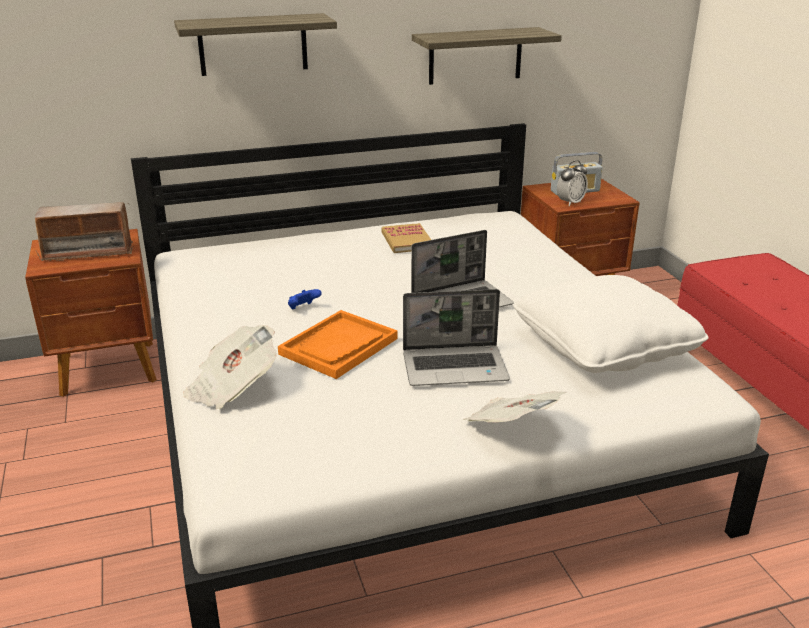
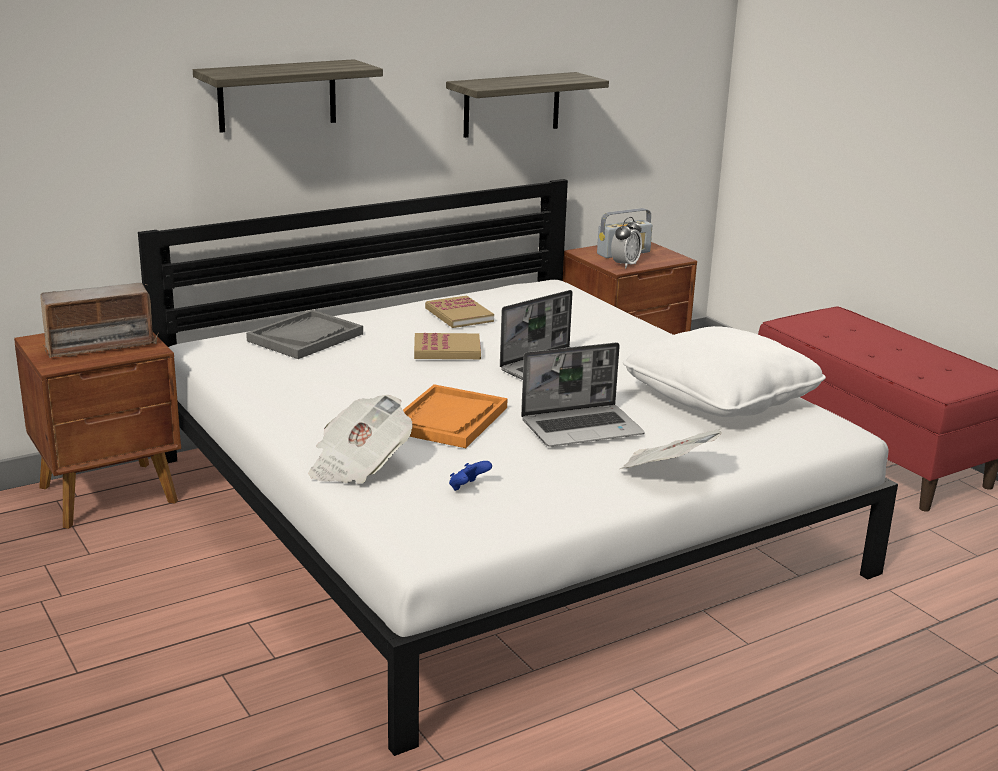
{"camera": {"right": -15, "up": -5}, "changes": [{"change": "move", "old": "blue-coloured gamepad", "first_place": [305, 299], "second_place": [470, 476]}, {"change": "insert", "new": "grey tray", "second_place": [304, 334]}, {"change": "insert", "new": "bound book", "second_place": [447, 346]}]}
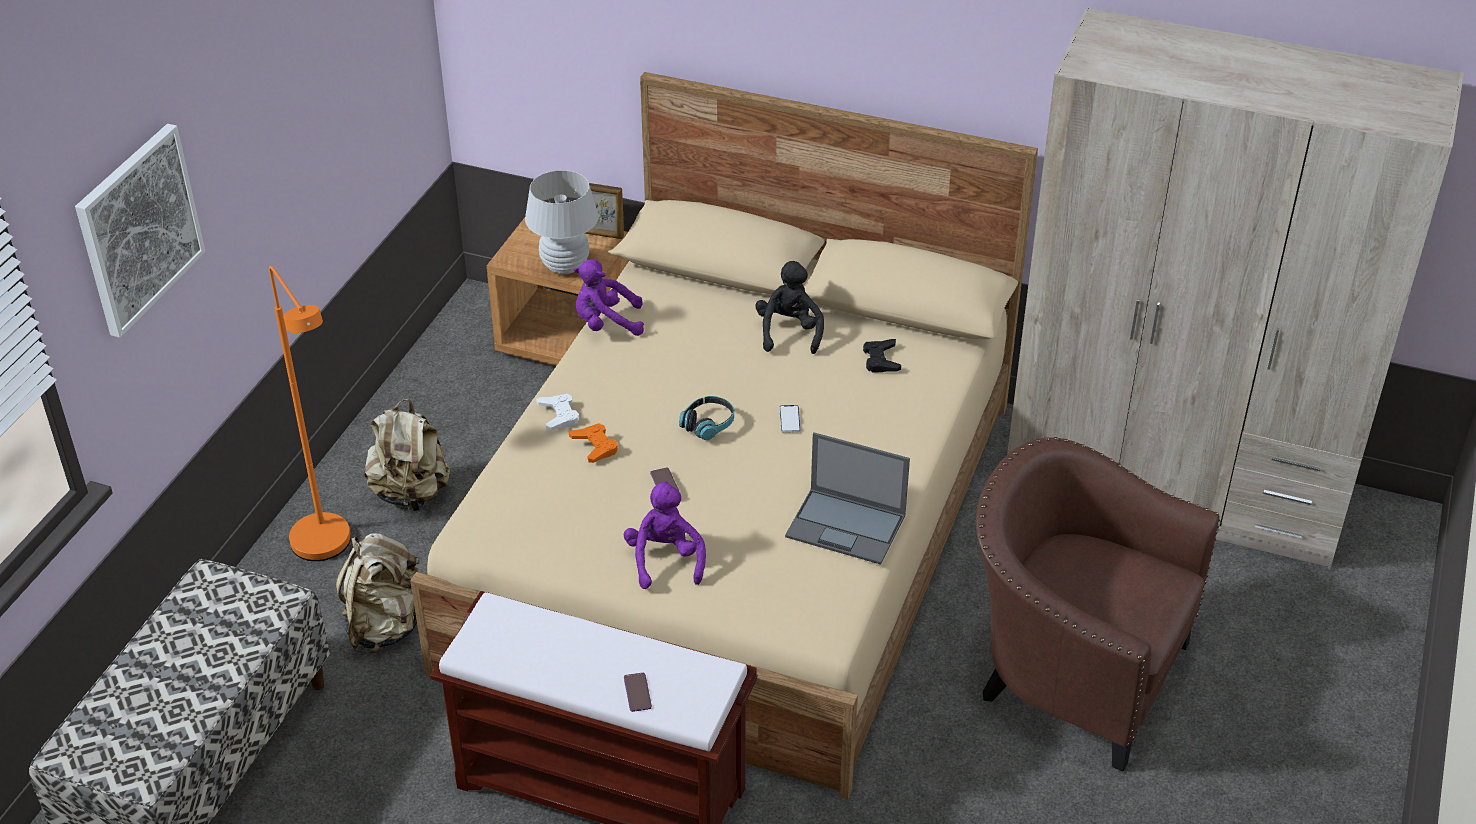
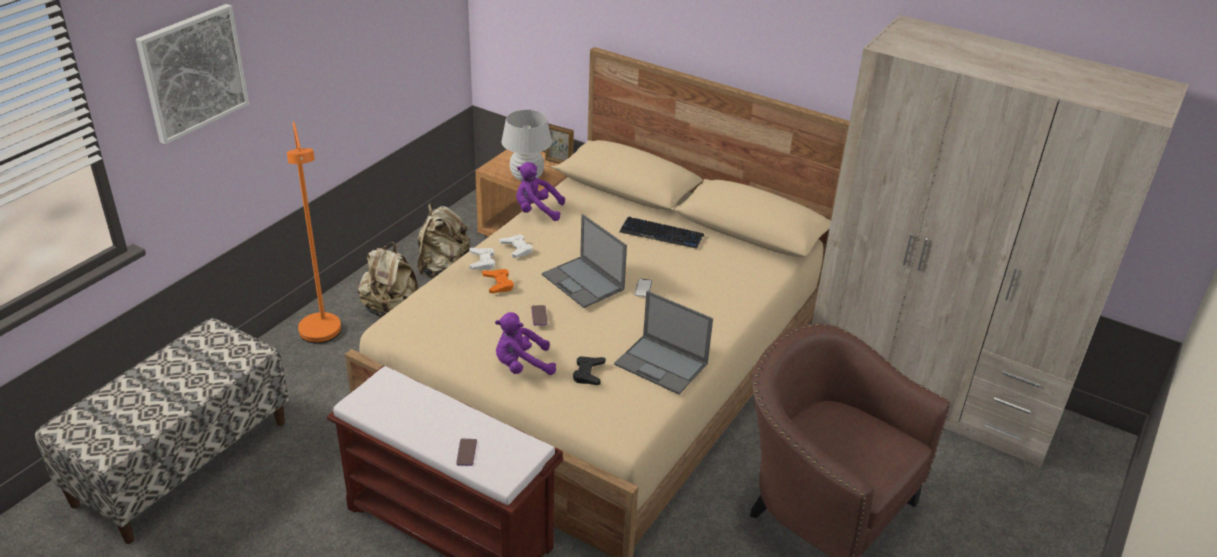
{"camera": {"right": 10, "up": -5}, "changes": [{"change": "move", "old": "beige-coloured backpack", "first_place": [378, 593], "second_place": [444, 241]}, {"change": "rotate", "old": "purplish plush toy", "first_place": [665, 535], "second_place": [525, 343], "degrees": -105}, {"change": "replace", "old": "pair of headphones", "new": "portable computer", "first_place": [706, 418], "second_place": [584, 261]}, {"change": "replace", "old": "blackish plush toy", "new": "PC keyboard", "first_place": [789, 307], "second_place": [662, 233]}, {"change": "move", "old": "blackish gamepad", "first_place": [882, 355], "second_place": [589, 370]}, {"change": "insert", "new": "whitish gamepad", "second_place": [515, 246]}]}
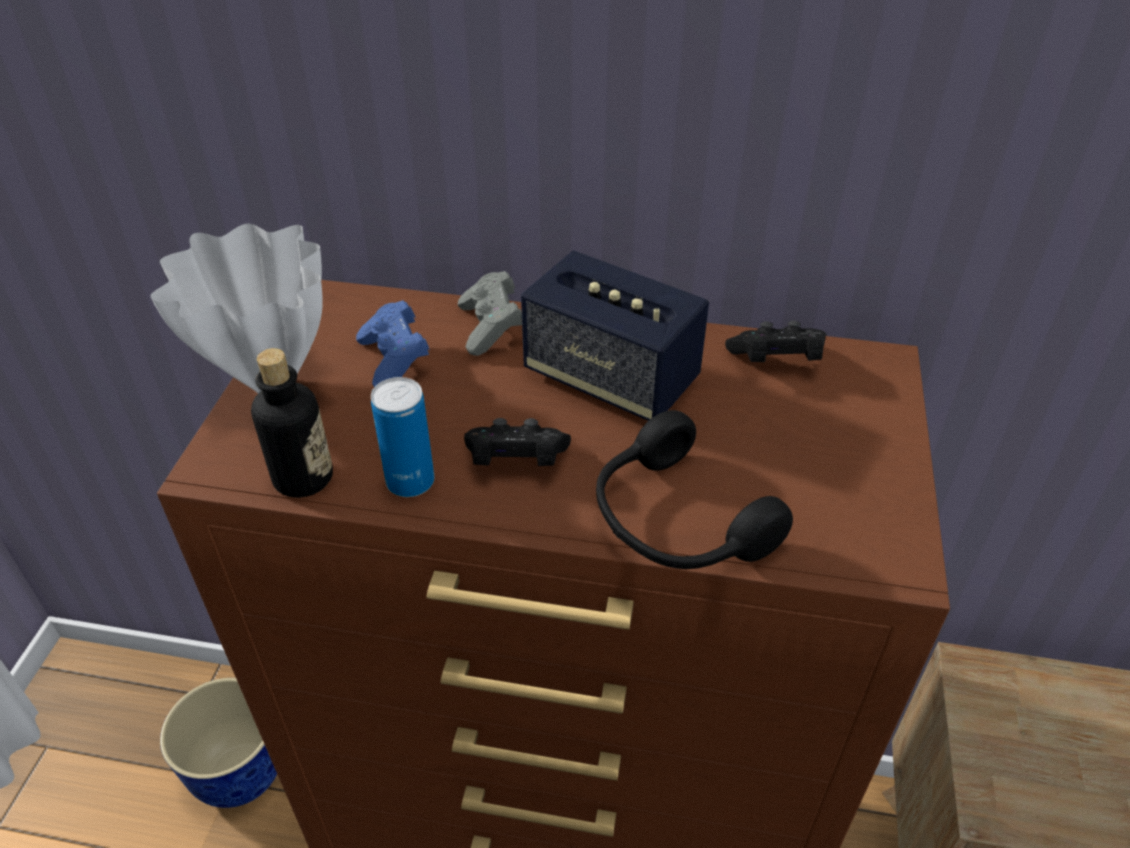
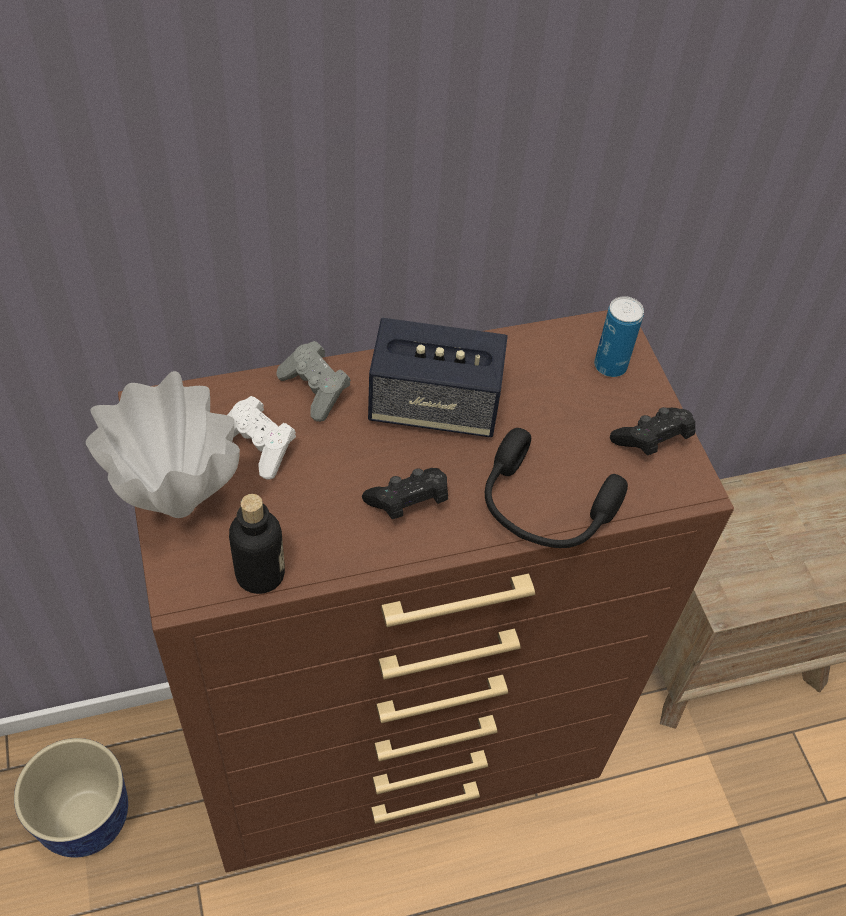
{"camera": {"right": -30, "up": 10}, "changes": [{"change": "recolor", "old": "blue-coloured gamepad", "new": "whitish gamepad", "first_place": [393, 344], "second_place": [262, 437]}, {"change": "move", "old": "sealed can", "first_place": [402, 437], "second_place": [619, 336]}, {"change": "move", "old": "blackish gamepad", "first_place": [776, 341], "second_place": [652, 431]}]}
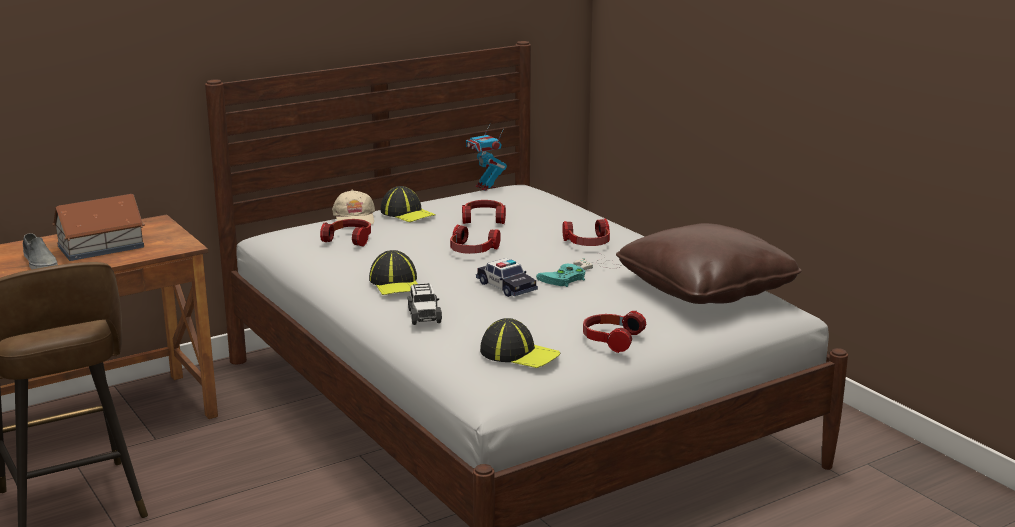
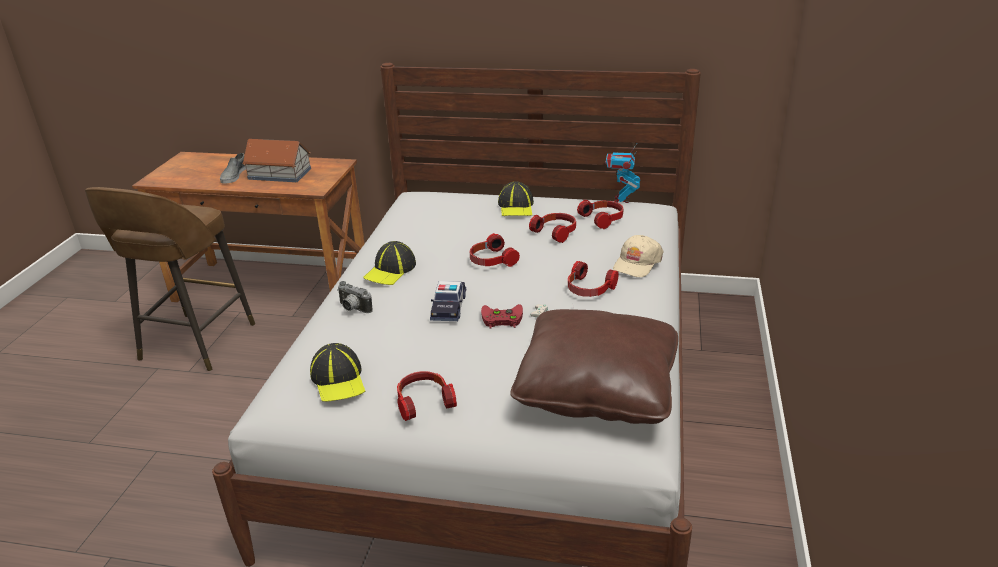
{"camera": {"right": 45, "up": 10}, "changes": [{"change": "move", "old": "pair of headphones", "first_place": [345, 233], "second_place": [600, 214]}, {"change": "move", "old": "beige-coloured cap", "first_place": [353, 207], "second_place": [638, 256]}, {"change": "replace", "old": "toy car", "new": "photo camera", "first_place": [424, 304], "second_place": [355, 297]}, {"change": "recolor", "old": "blue-green gamepad", "new": "red gamepad", "first_place": [560, 275], "second_place": [502, 316]}]}
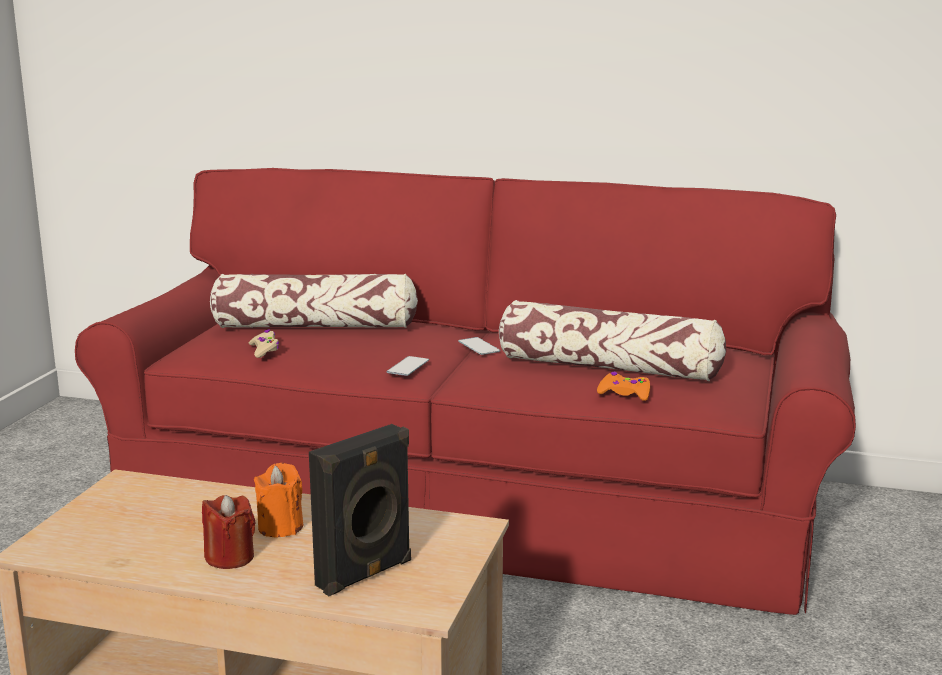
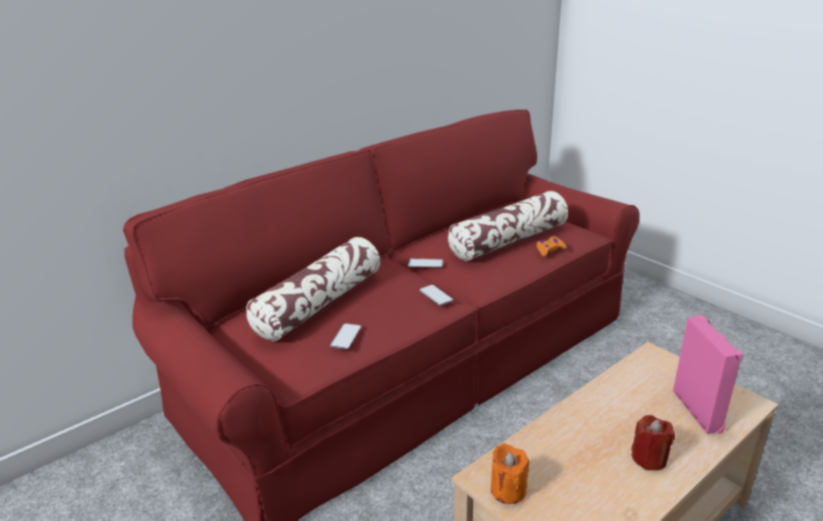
{"camera": {"right": -55, "up": 10}, "changes": [{"change": "replace", "old": "beige-coloured gamepad", "new": "phone", "first_place": [264, 344], "second_place": [345, 336]}, {"change": "move", "old": "orangey wax light", "first_place": [279, 500], "second_place": [510, 473]}, {"change": "recolor", "old": "blackish audio speaker", "new": "pinkish audio speaker", "first_place": [360, 510], "second_place": [708, 374]}]}
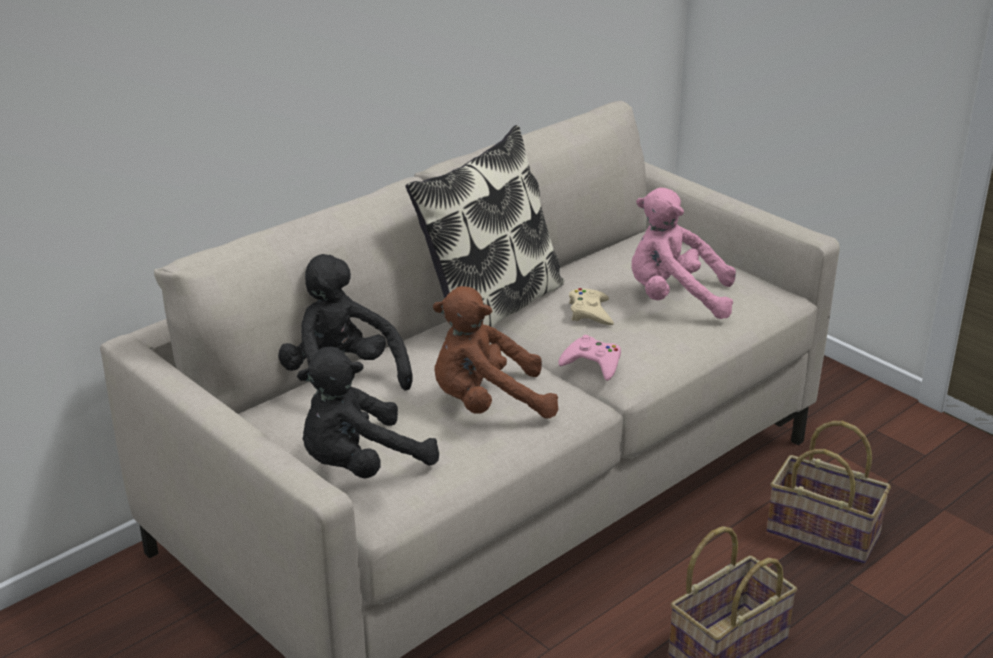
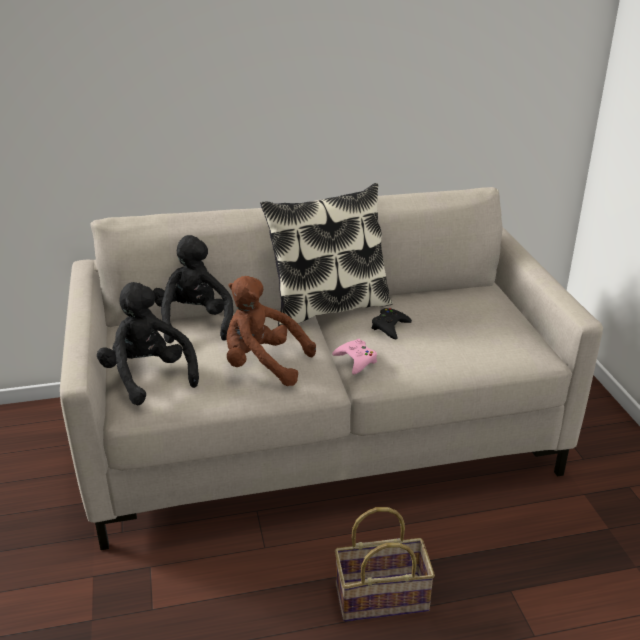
{"camera": {"right": 30, "up": 0}, "changes": [{"change": "rotate", "old": "blackish plush toy", "first_place": [368, 412], "second_place": [148, 343], "degrees": 60}, {"change": "recolor", "old": "beige-coloured gamepad", "new": "blackish gamepad", "first_place": [591, 306], "second_place": [392, 323]}, {"change": "delete", "old": "pinkish plush toy", "first_place": [684, 253]}, {"change": "delete", "old": "basket", "first_place": [829, 492]}]}
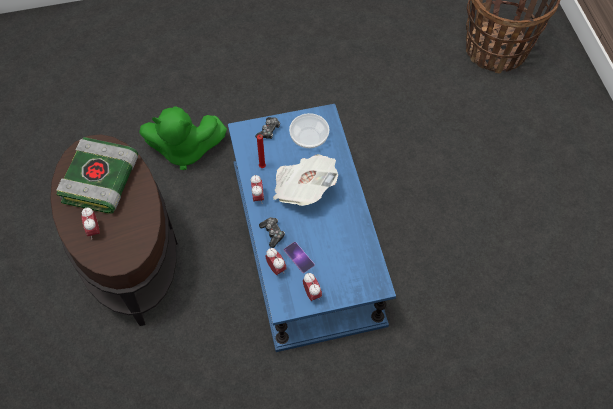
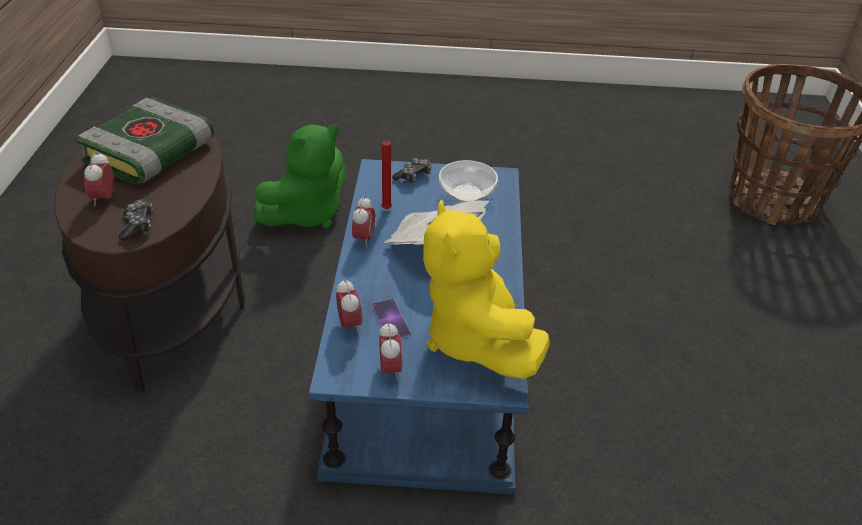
{"camera": {"right": 15, "up": -20}, "changes": [{"change": "rotate", "old": "greenish plush toy", "first_place": [183, 138], "second_place": [300, 176], "degrees": -60}, {"change": "move", "old": "gamepad", "first_place": [272, 232], "second_place": [136, 220]}, {"change": "insert", "new": "yellow plush toy", "second_place": [486, 289]}]}
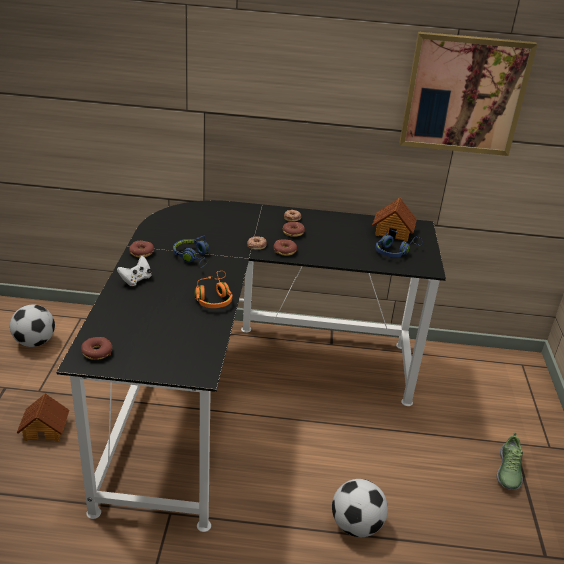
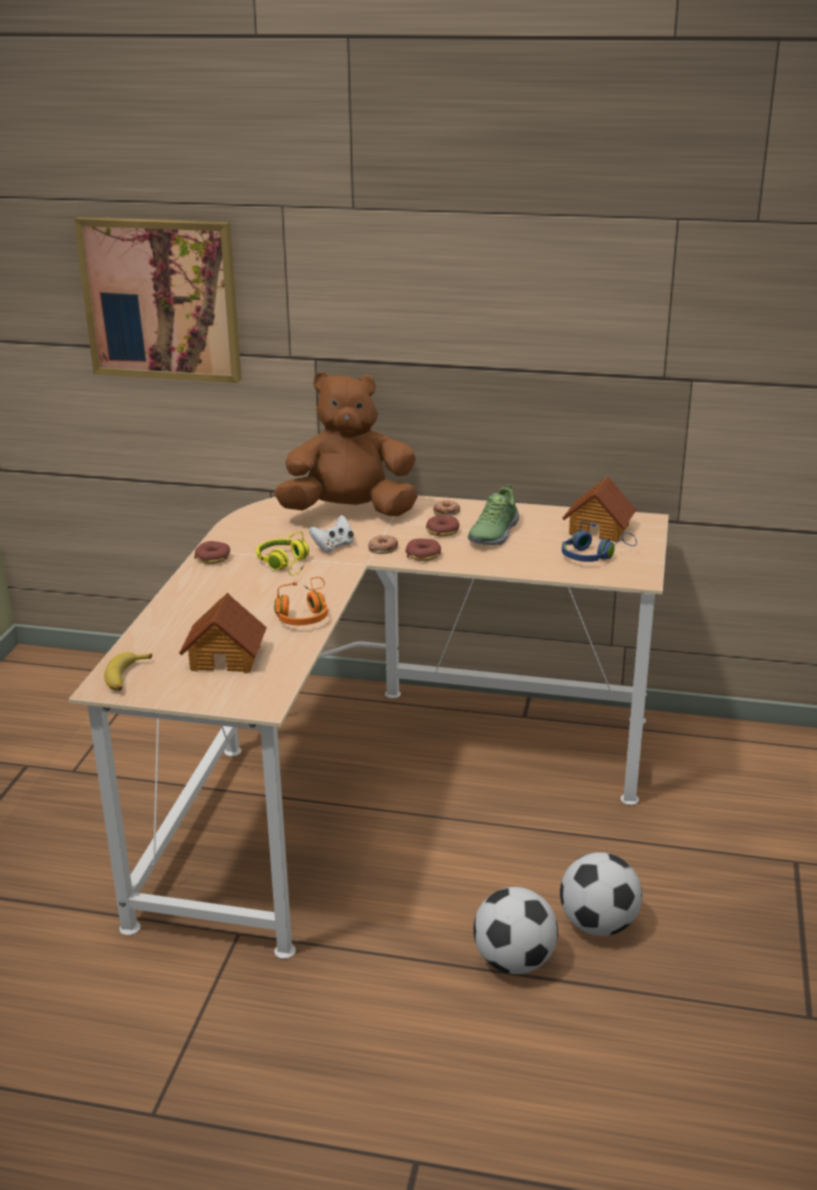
{"camera": {"right": 10, "up": -5}, "changes": [{"change": "move", "old": "football", "first_place": [32, 326], "second_place": [601, 894]}, {"change": "move", "old": "miniature house", "first_place": [43, 417], "second_place": [223, 632]}, {"change": "recolor", "old": "blackish desk table", "new": "beige-coloured desk table", "first_place": [251, 366], "second_place": [369, 727]}, {"change": "replace", "old": "doughnut", "new": "banana", "first_place": [96, 348], "second_place": [128, 671]}, {"change": "move", "old": "whitish gamepad", "first_place": [134, 271], "second_place": [331, 534]}, {"change": "recolor", "old": "blue-coloured pair of headphones", "new": "yellow pair of headphones", "first_place": [191, 252], "second_place": [282, 554]}, {"change": "move", "old": "wall art", "first_place": [468, 94], "second_place": [158, 300]}, {"change": "move", "old": "low shoe", "first_place": [510, 461], "second_place": [493, 514]}, {"change": "insert", "new": "brownish plush toy", "second_place": [346, 444]}]}
